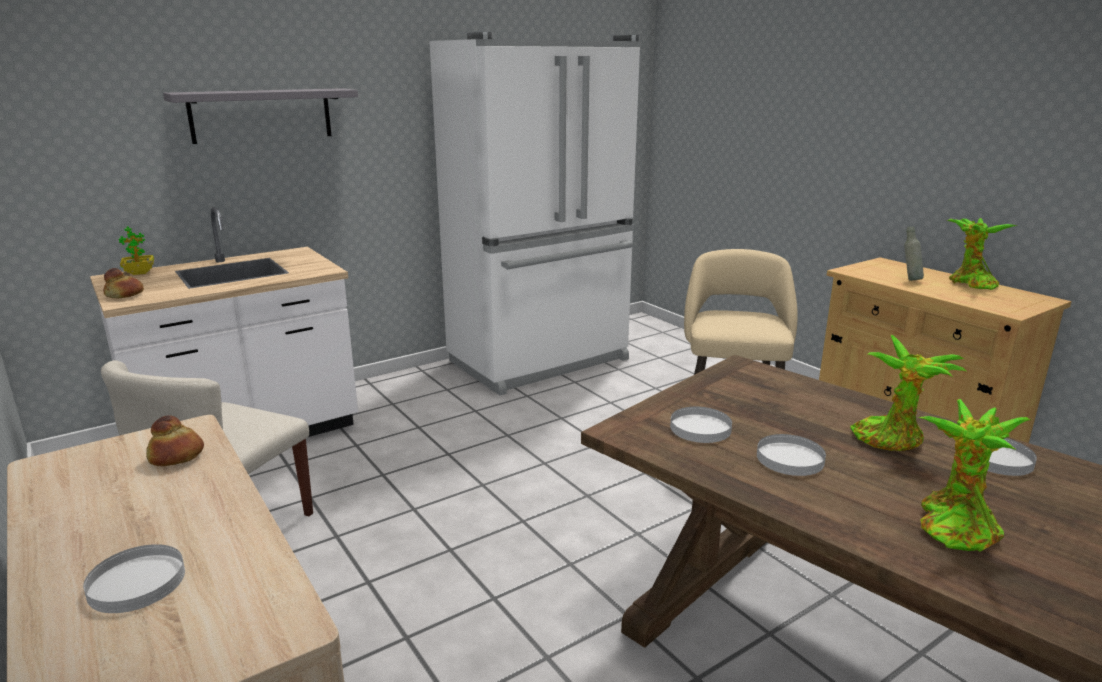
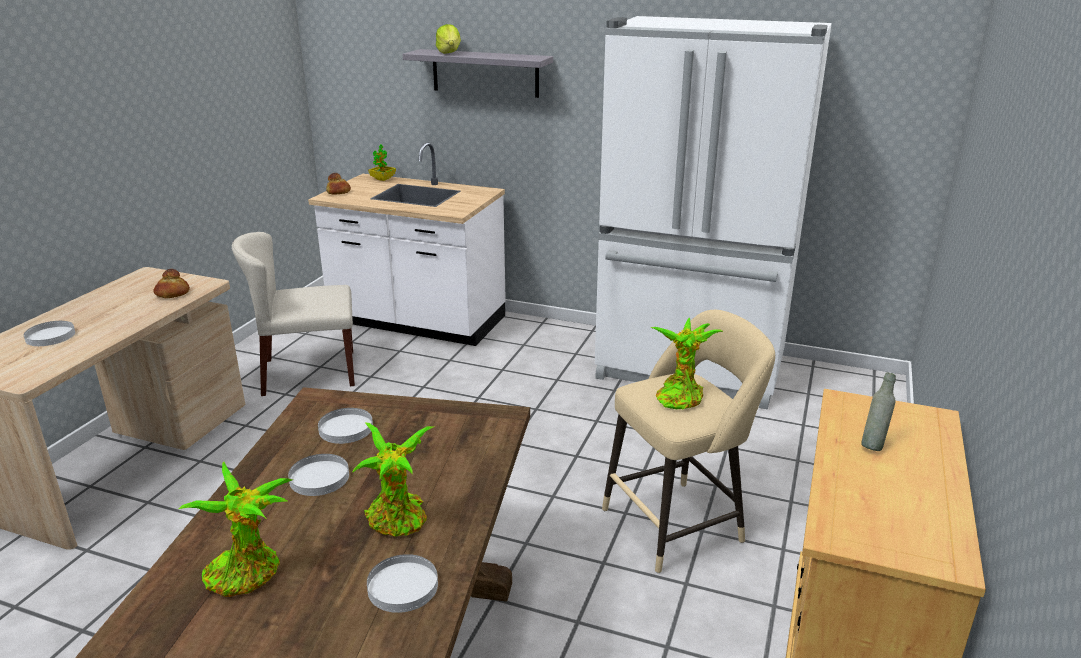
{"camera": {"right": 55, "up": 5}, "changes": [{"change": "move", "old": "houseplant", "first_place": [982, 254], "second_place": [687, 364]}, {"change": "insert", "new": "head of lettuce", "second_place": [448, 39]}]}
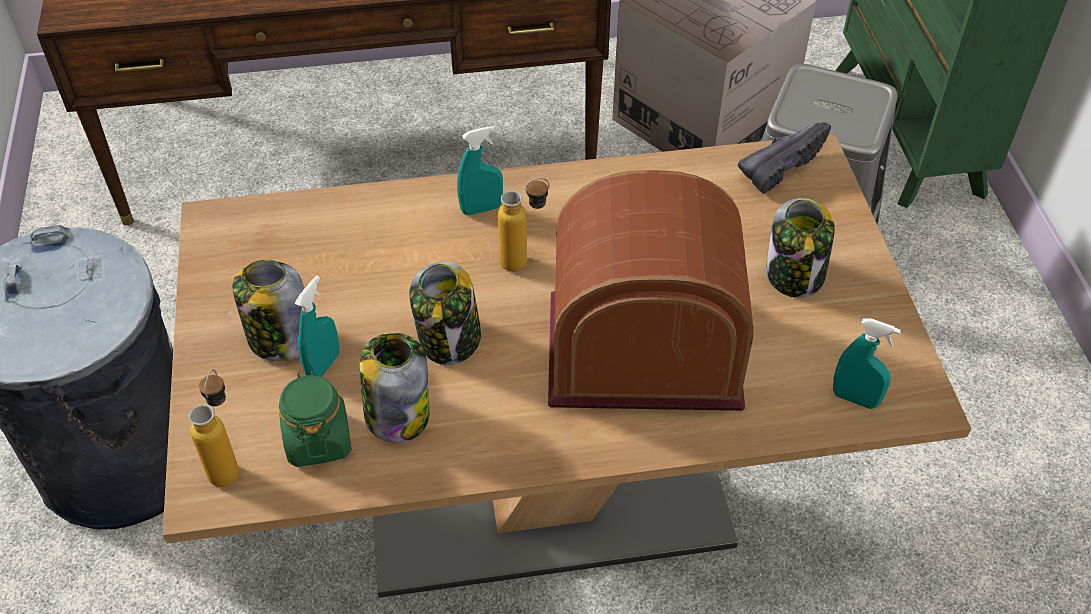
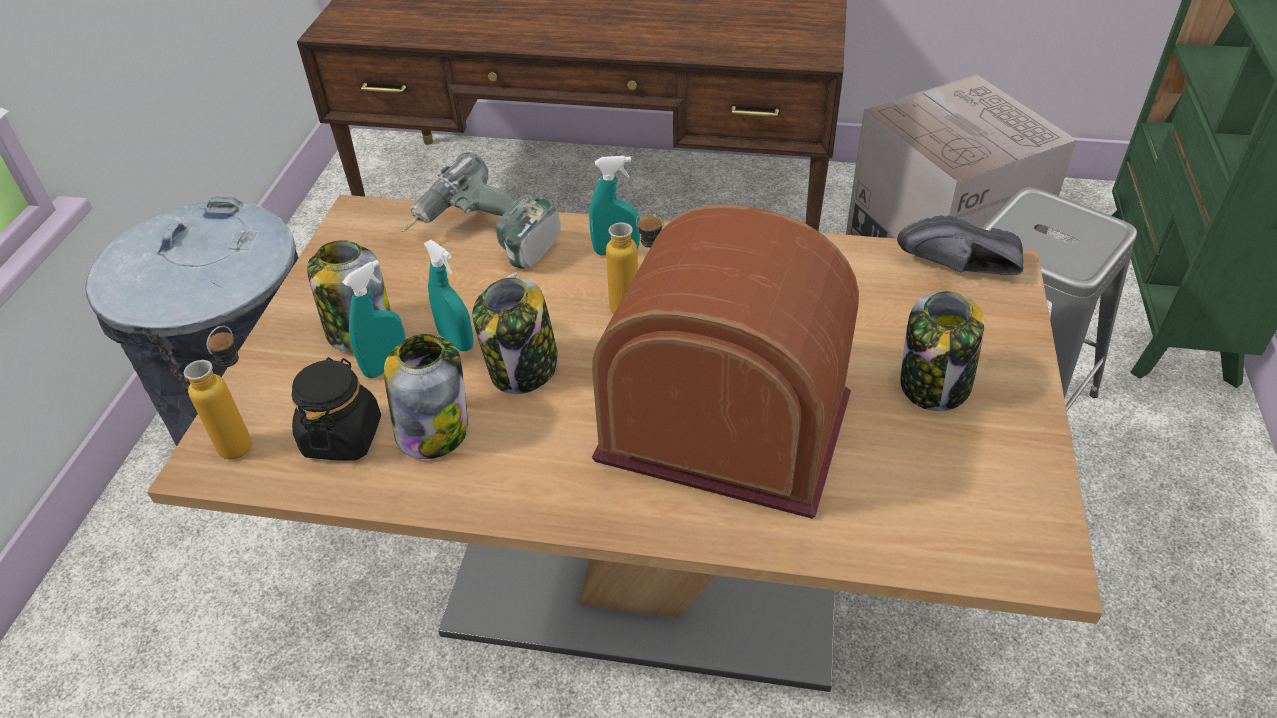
{"camera": {"right": 20, "up": -5}, "changes": [{"change": "recolor", "old": "greenish storage jar", "new": "blackish storage jar", "first_place": [315, 419], "second_place": [336, 408]}, {"change": "rotate", "old": "blackish low shoe", "first_place": [784, 158], "second_place": [960, 245], "degrees": -150}, {"change": "move", "old": "blue-green spray bottle", "first_place": [867, 363], "second_place": [448, 295]}, {"change": "insert", "new": "drill", "second_place": [481, 215]}]}
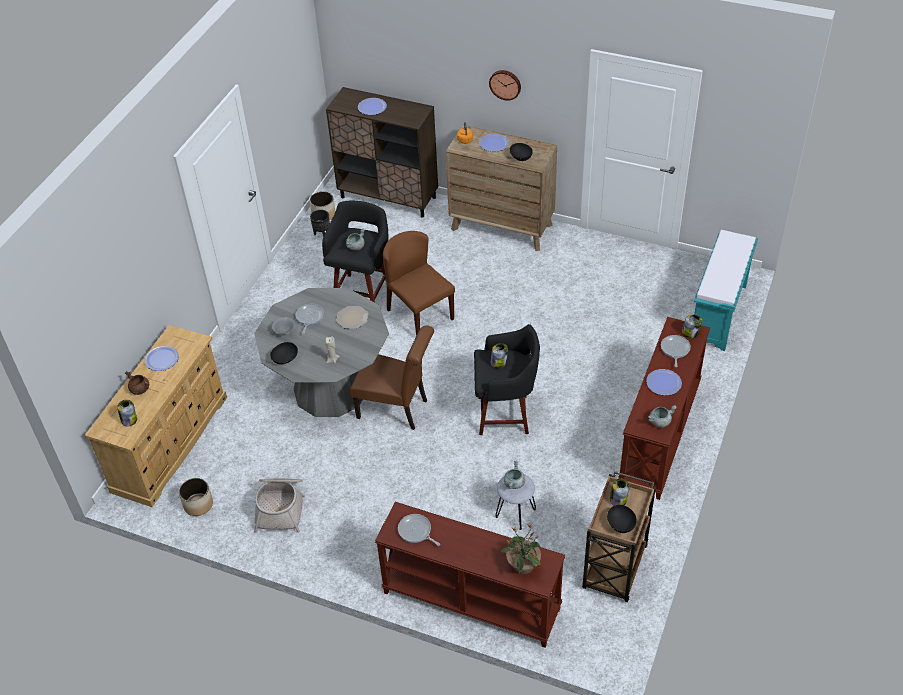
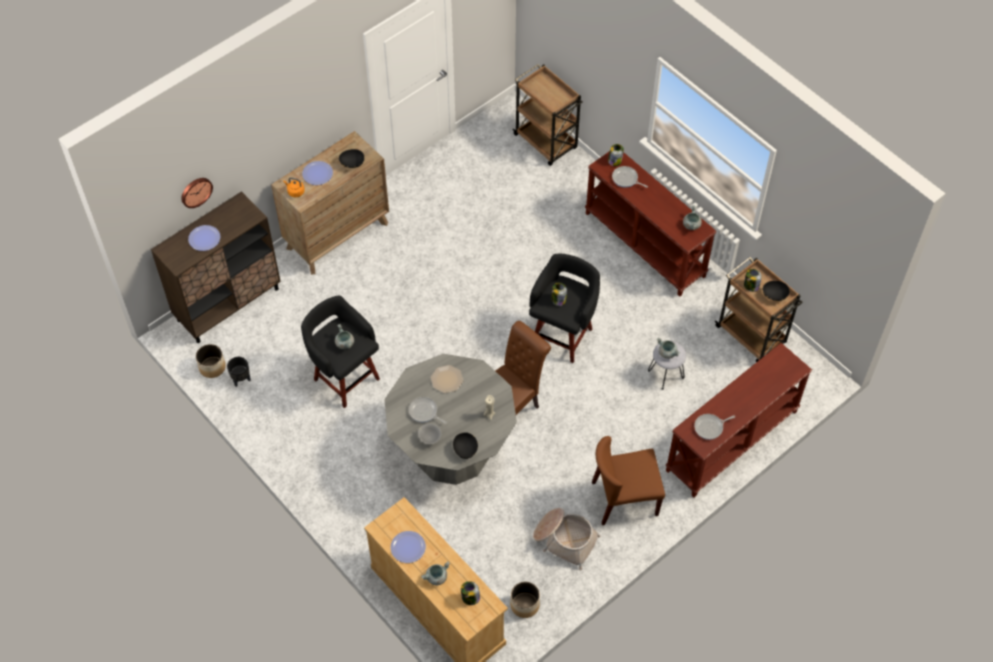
{"camera": {"right": -65, "up": 10}, "changes": [{"change": "recolor", "old": "brownish saucepot", "new": "grey saucepot", "first_place": [137, 383], "second_place": [435, 573]}, {"change": "move", "old": "brownish plain chair", "first_place": [419, 283], "second_place": [628, 480]}, {"change": "move", "old": "hanging clock", "first_place": [505, 85], "second_place": [197, 193]}, {"change": "delete", "old": "houseplant", "first_place": [521, 549]}, {"change": "delete", "old": "flat dish", "first_place": [664, 382]}, {"change": "replace", "old": "blue-green bench", "new": "brownish trolley", "first_place": [726, 290], "second_place": [547, 115]}]}
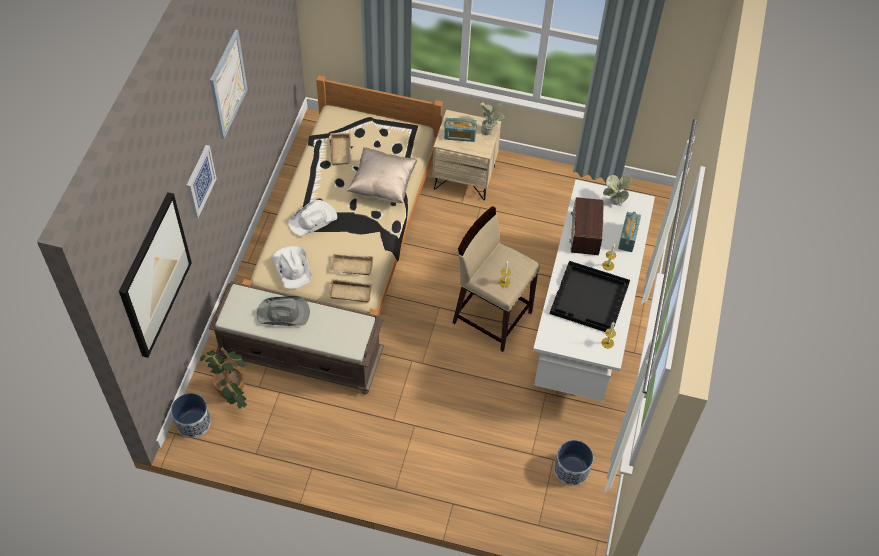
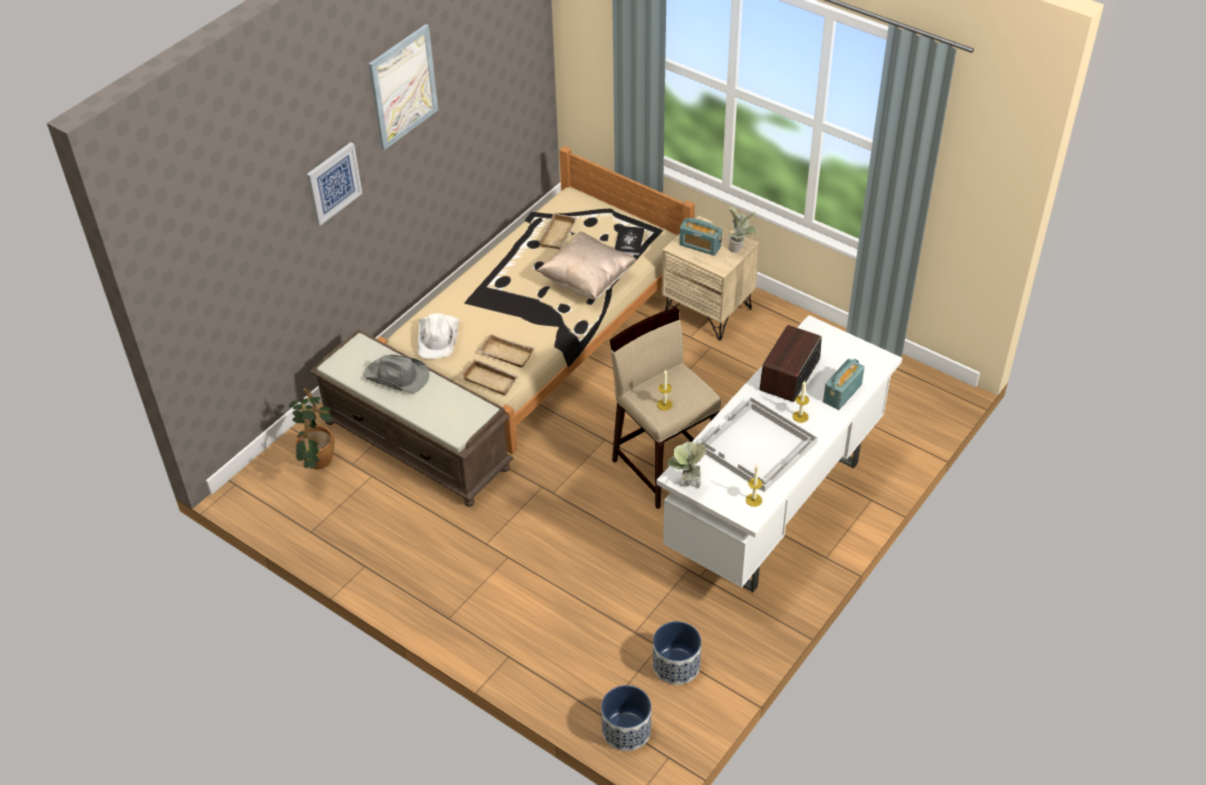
{"camera": {"right": 25, "up": -10}, "changes": [{"change": "delete", "old": "wall art", "first_place": [155, 275]}, {"change": "move", "old": "flower pot", "first_place": [191, 415], "second_place": [626, 718]}, {"change": "delete", "old": "whitish wearable hat", "first_place": [313, 218]}, {"change": "recolor", "old": "blackish tray", "new": "whitish tray", "first_place": [590, 296], "second_place": [757, 444]}, {"change": "move", "old": "houseplant", "first_place": [617, 190], "second_place": [686, 465]}, {"change": "insert", "new": "bound book", "second_place": [629, 240]}]}
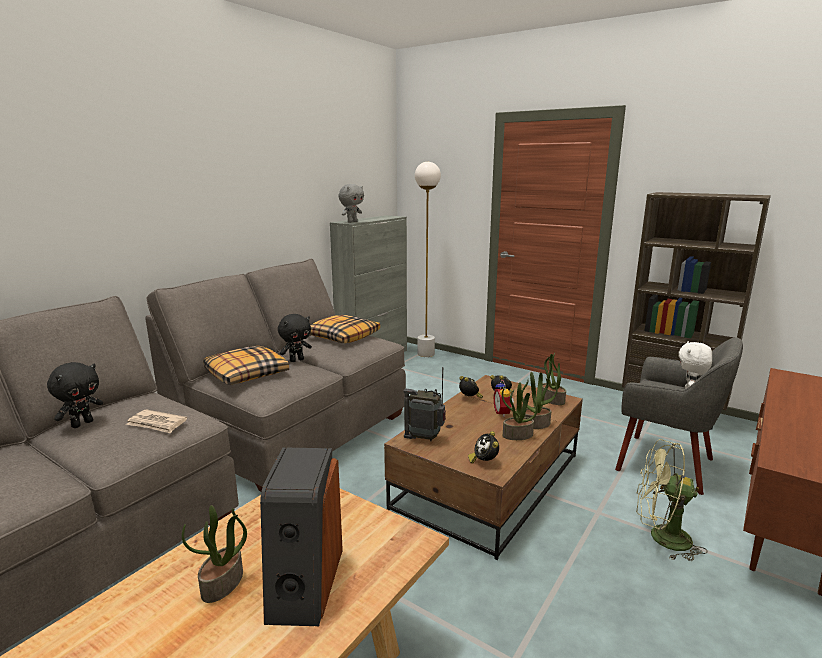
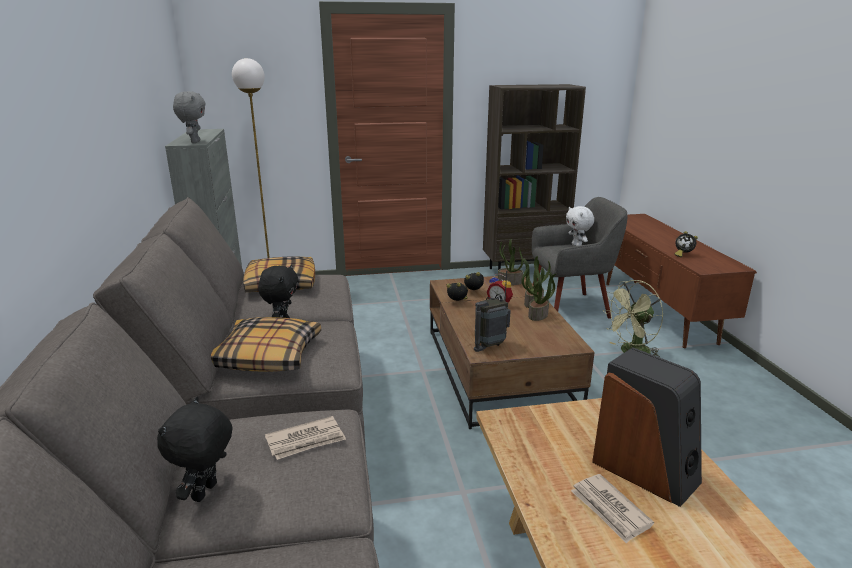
{"camera": {"right": -45, "up": 5}, "changes": [{"change": "rotate", "old": "blackish plush toy", "first_place": [75, 395], "second_place": [195, 449], "degrees": -150}, {"change": "replace", "old": "houseplant", "new": "daily paper", "first_place": [214, 554], "second_place": [612, 509]}, {"change": "move", "old": "alarm clock", "first_place": [483, 447], "second_place": [686, 244]}]}
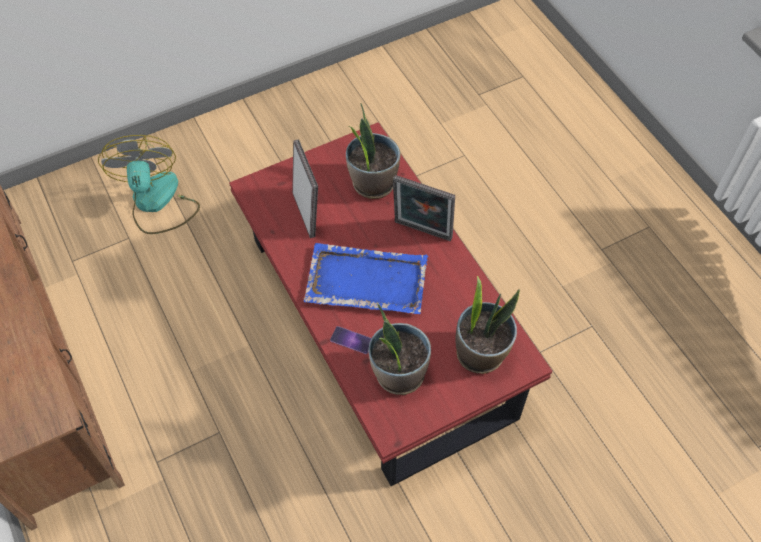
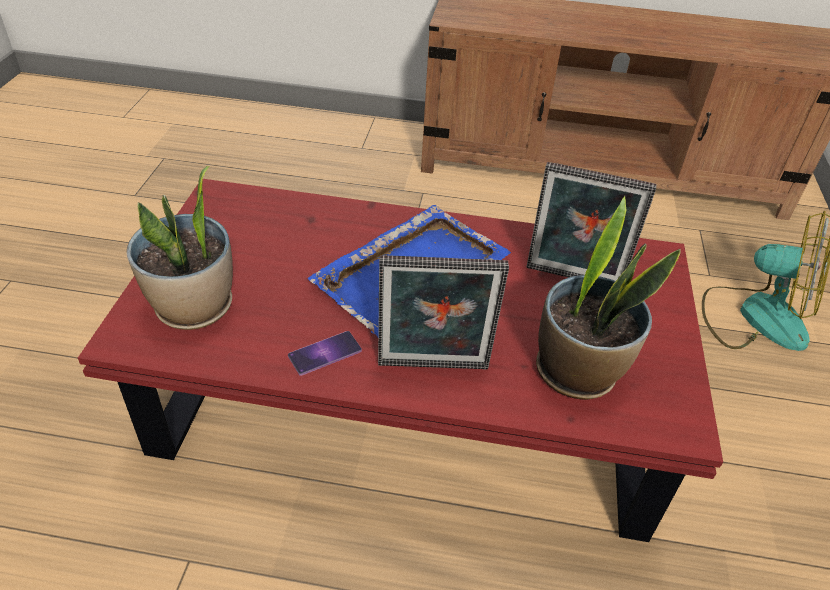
{"camera": {"right": 125, "up": -15}, "changes": [{"change": "move", "old": "phone", "first_place": [350, 340], "second_place": [325, 353]}, {"change": "delete", "old": "houseplant", "first_place": [399, 349]}, {"change": "rotate", "old": "photo frame", "first_place": [424, 208], "second_place": [443, 312], "degrees": -150}]}
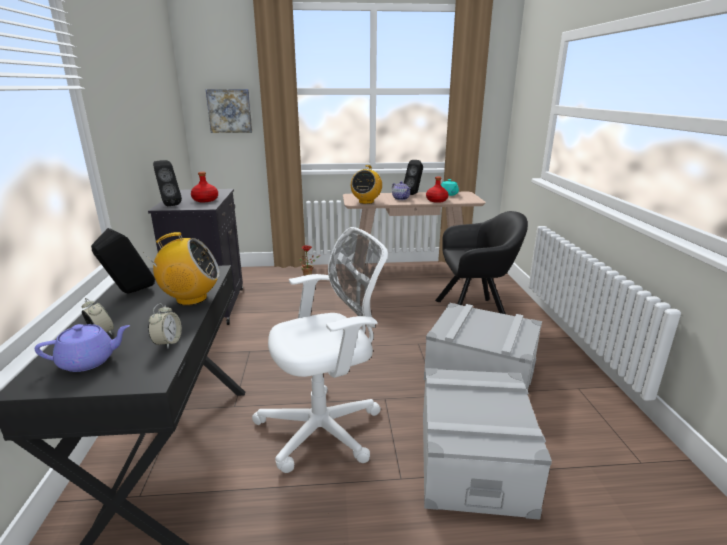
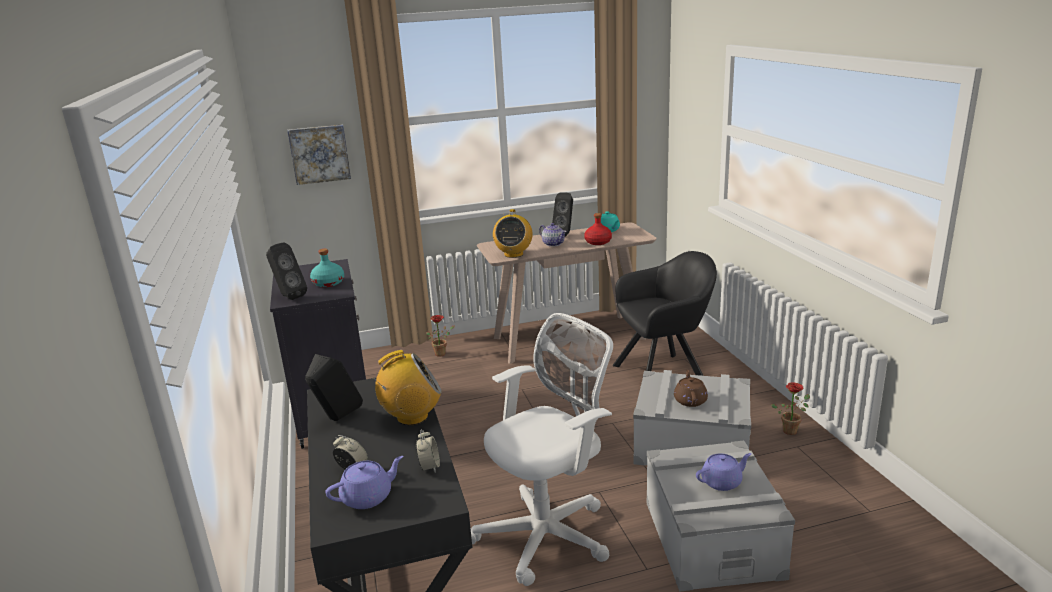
{"camera": {"right": -10, "up": 0}, "changes": [{"change": "recolor", "old": "red bottle", "new": "blue-green bottle", "first_place": [204, 187], "second_place": [327, 268]}, {"change": "insert", "new": "brownish pot for tea", "second_place": [691, 388]}, {"change": "insert", "new": "purplish pot for tea", "second_place": [723, 472]}, {"change": "insert", "new": "houseplant", "second_place": [790, 408]}]}
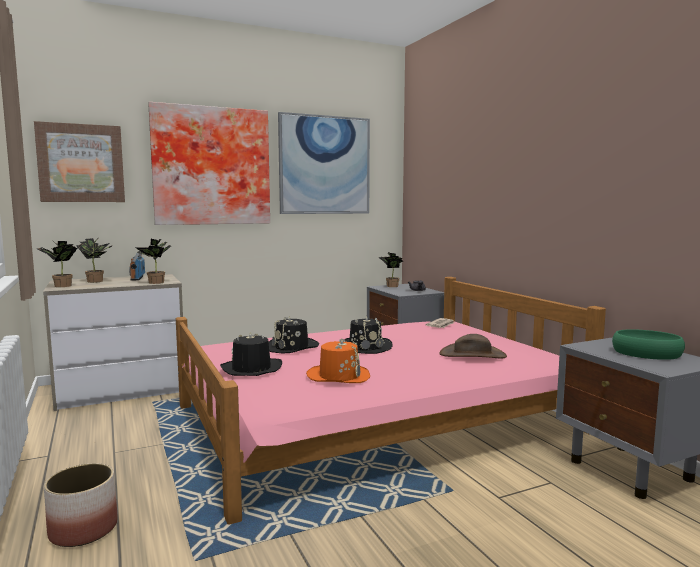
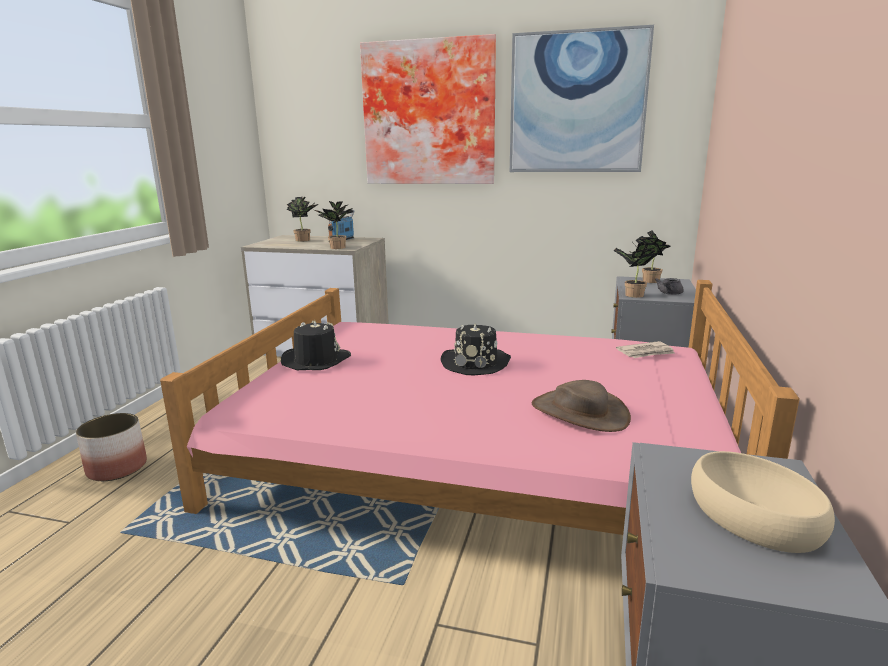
{"camera": {"right": 40, "up": 10}, "changes": [{"change": "delete", "old": "wall art", "first_place": [79, 161]}, {"change": "move", "old": "houseplant", "first_place": [57, 264], "second_place": [636, 270]}, {"change": "delete", "old": "blackish wearable hat", "first_place": [294, 335]}, {"change": "delete", "old": "orangey wearable hat", "first_place": [338, 361]}, {"change": "recolor", "old": "greenish deep dish", "new": "beige-coloured deep dish", "first_place": [648, 344], "second_place": [763, 502]}]}
